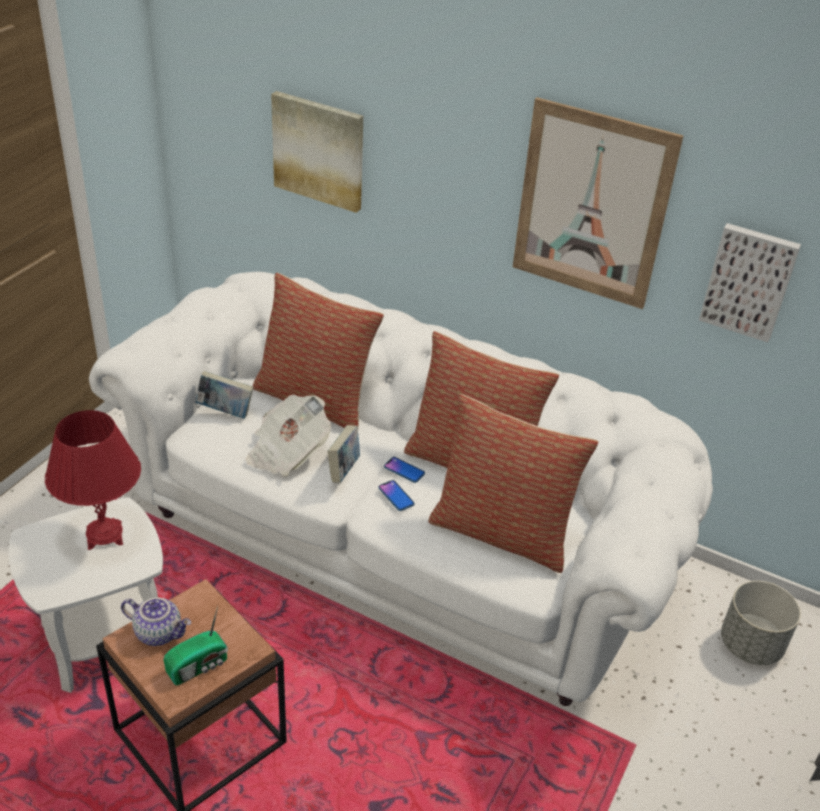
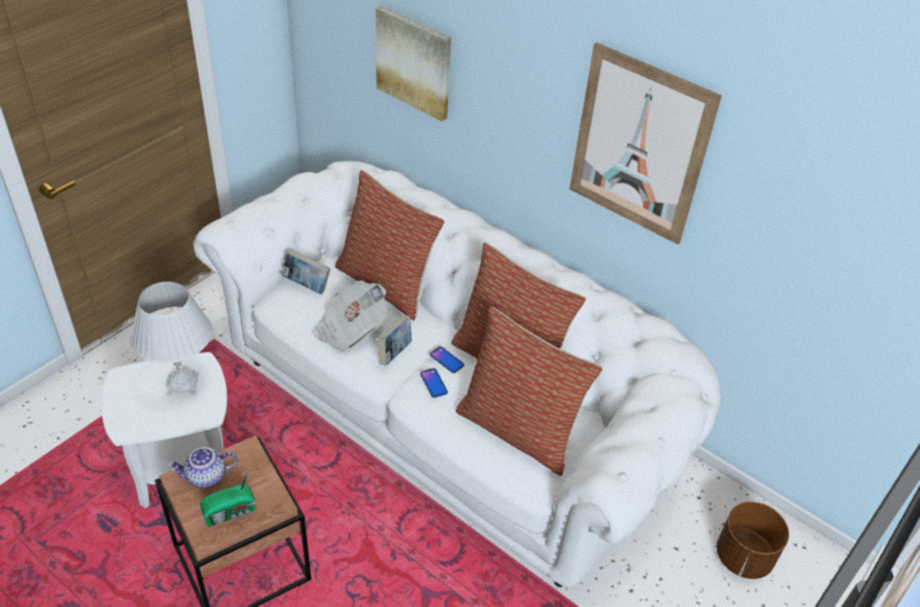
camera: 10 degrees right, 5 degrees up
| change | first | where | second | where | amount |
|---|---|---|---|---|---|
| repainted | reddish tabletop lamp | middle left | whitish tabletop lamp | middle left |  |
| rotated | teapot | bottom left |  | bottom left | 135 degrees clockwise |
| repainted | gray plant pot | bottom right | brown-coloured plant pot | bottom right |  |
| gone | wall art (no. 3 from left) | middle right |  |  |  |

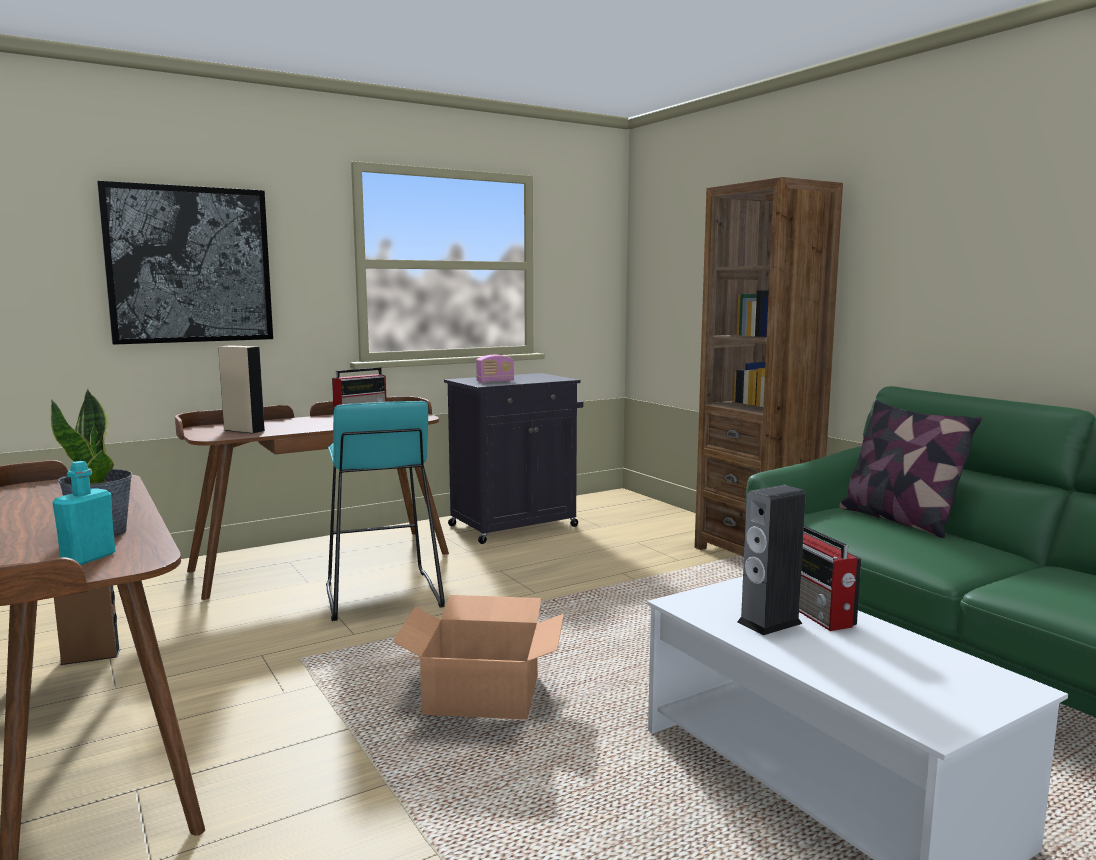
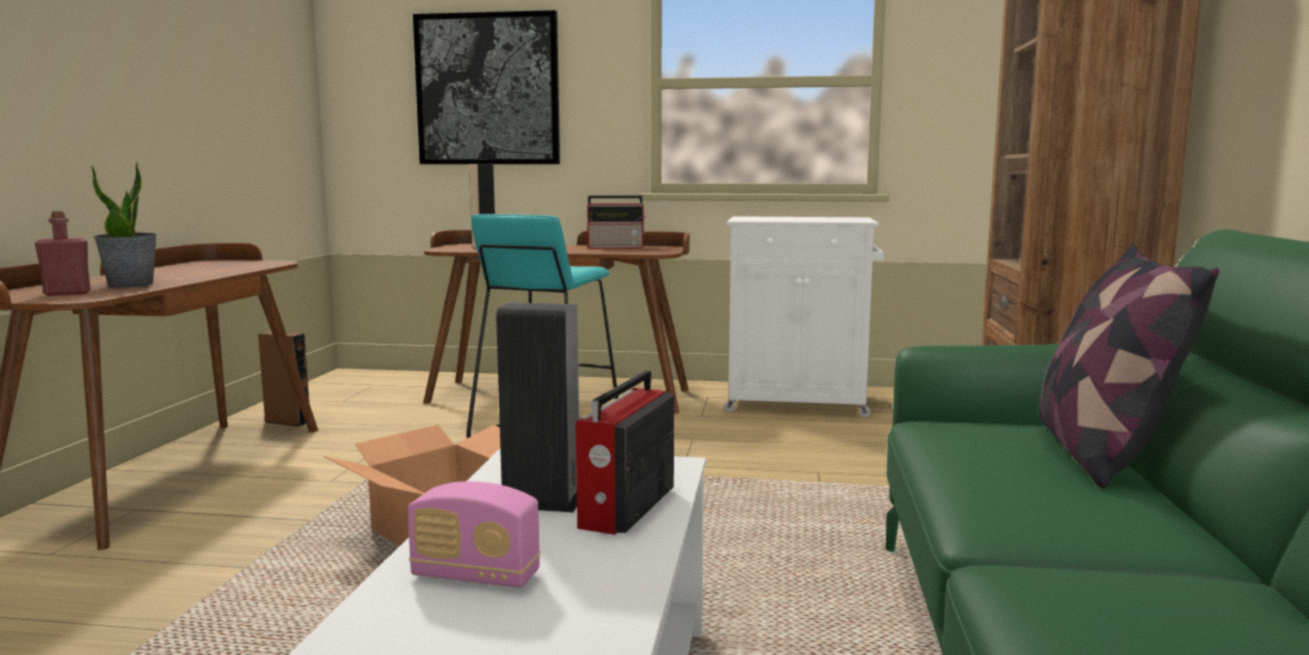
camera: 40 degrees right, 0 degrees up
| change | first | where | second | where | amount |
|---|---|---|---|---|---|
| repainted | turquoise-coloured beverage bottle | middle left | reddish beverage bottle | middle left |  |
| shifted | radio set (no. 2 from left in the first image) | centre | radio set (no. 1 from left) | bottom centre |  |
| repainted | black-coloured storage cabinet | centre | whitish storage cabinet | centre |  |

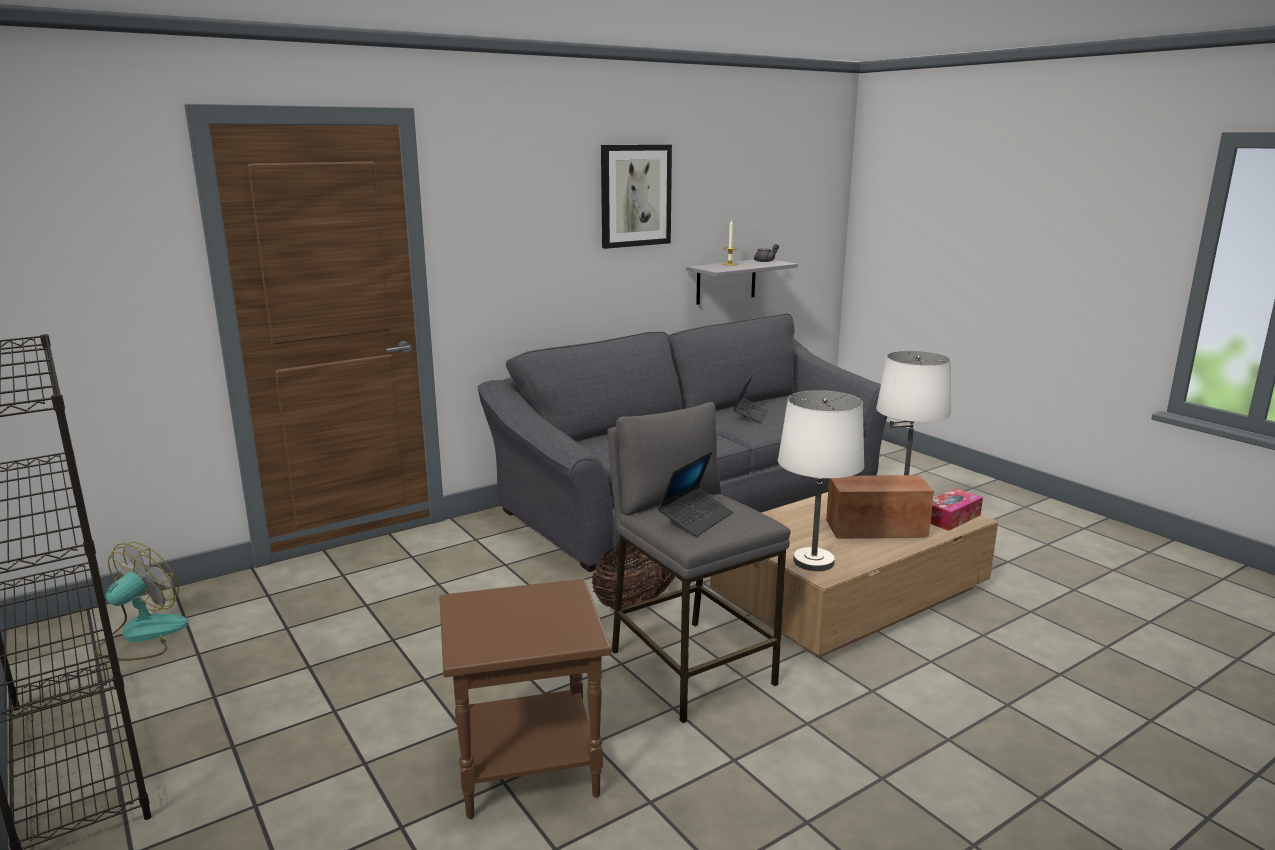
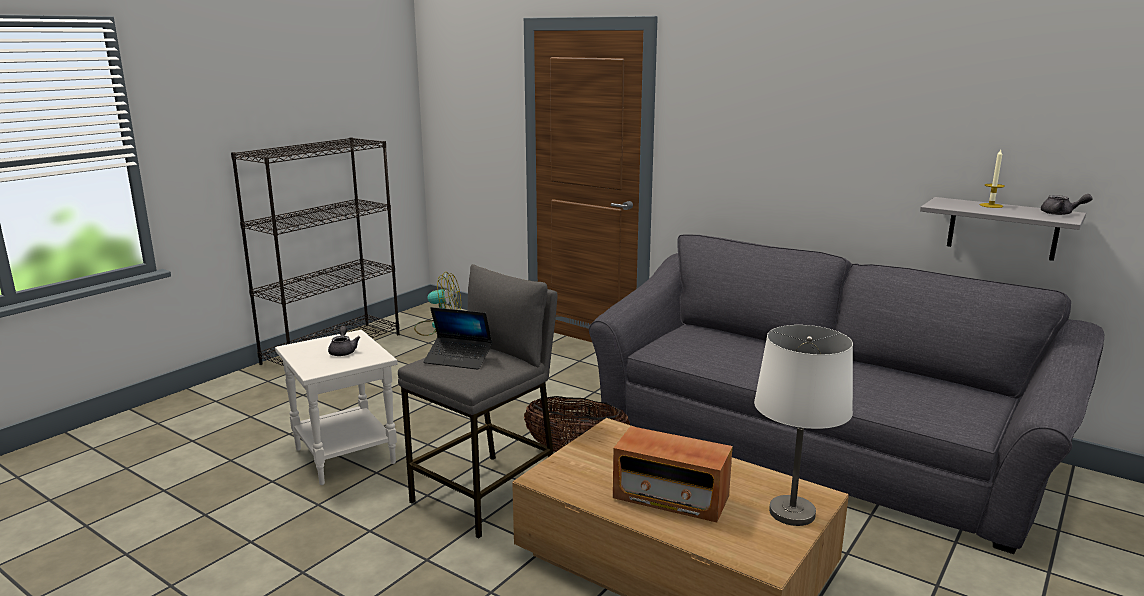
camera: 70 degrees right, 0 degrees up
| change | first | where | second | where | amount |
|---|---|---|---|---|---|
| repainted | brown-coloured end table | bottom centre | whitish end table | bottom left |  |
| new |  |  | gray teapot (no. 1 from left) | middle left |  |
| rotated | radio set | middle right |  | bottom centre | 135 degrees clockwise |
| gone | wall art | top centre |  |  |  |
| gone | notebook computer (no. 2 from left) | centre |  |  |  |
| gone | whitish tabletop lamp (no. 1 from left) | centre |  |  |  |
| gone | tissue holder | middle right |  |  |  |

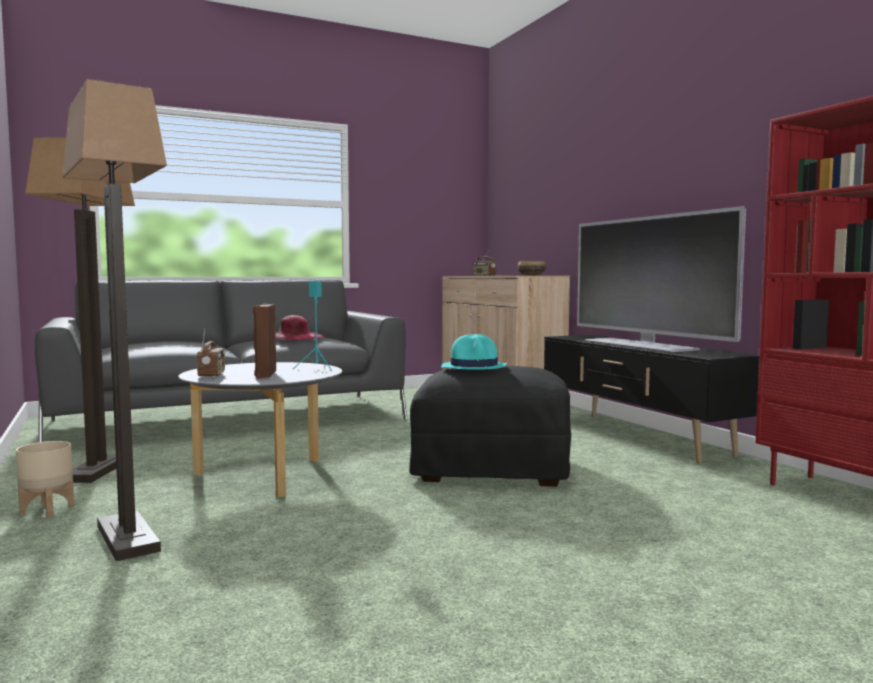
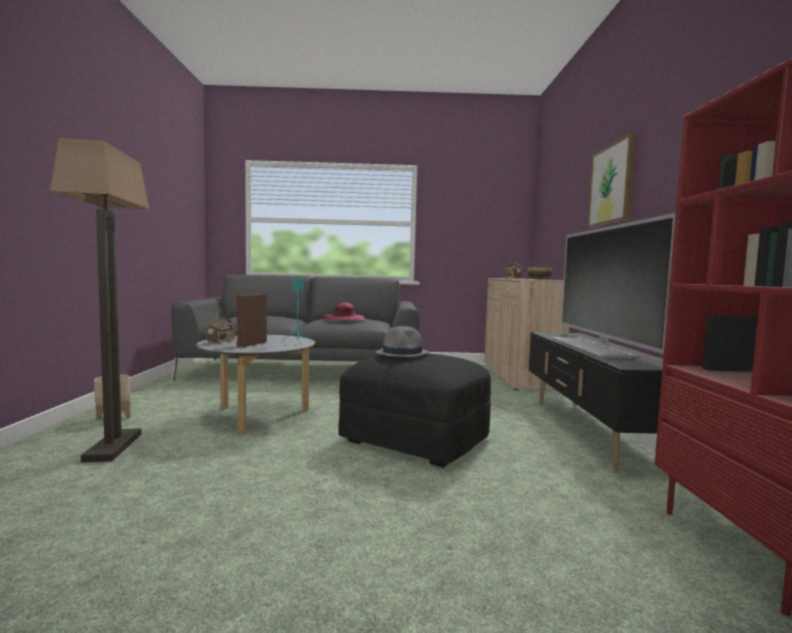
camera: 25 degrees right, 0 degrees up
| change | first | where | second | where | amount |
|---|---|---|---|---|---|
| repainted | turquoise-coloured hat | centre | gray hat | centre |  |
| new |  |  | wall art | top right |  |
| gone | standing lamp (no. 1 from left) | middle left |  |  |  |

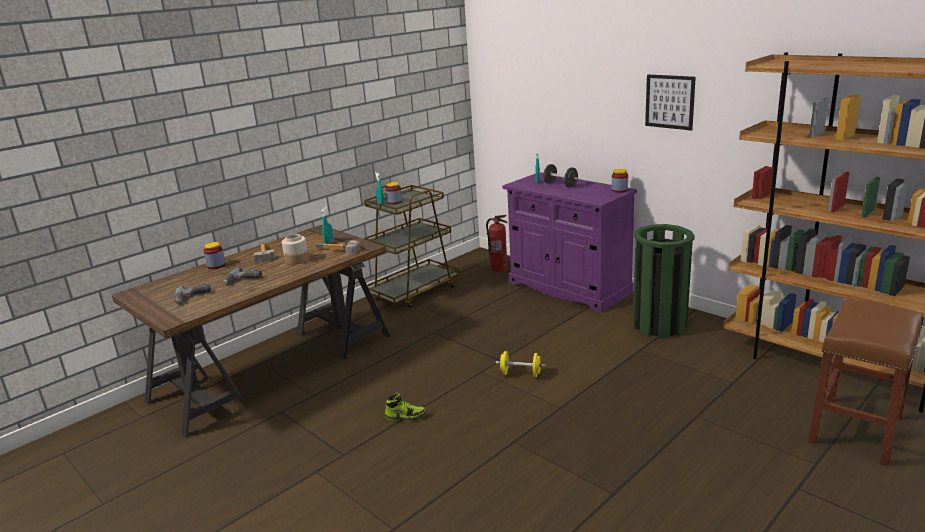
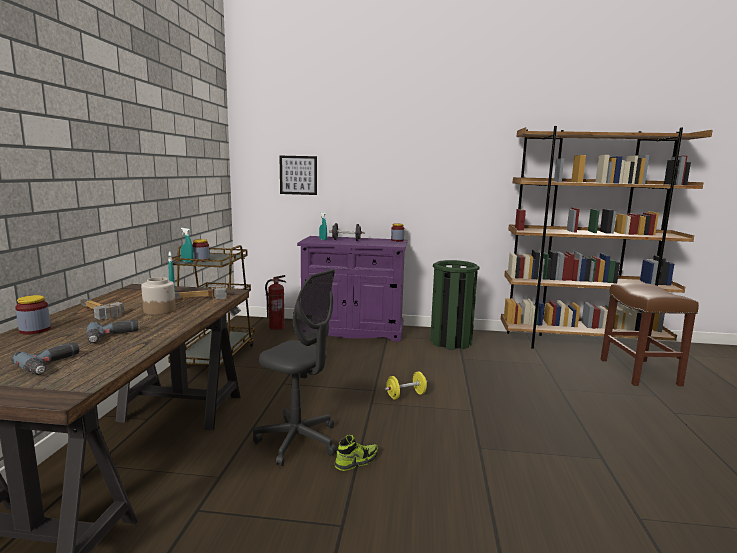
camera: 40 degrees left, 10 degrees down
| change | first | where | second | where | amount |
|---|---|---|---|---|---|
| new |  |  | gray desk chair | centre |  |
| shifted | wall art | top right |  | top centre |  |

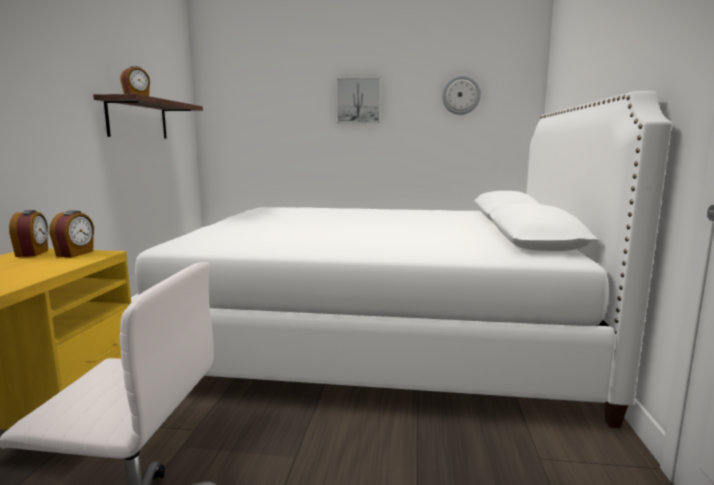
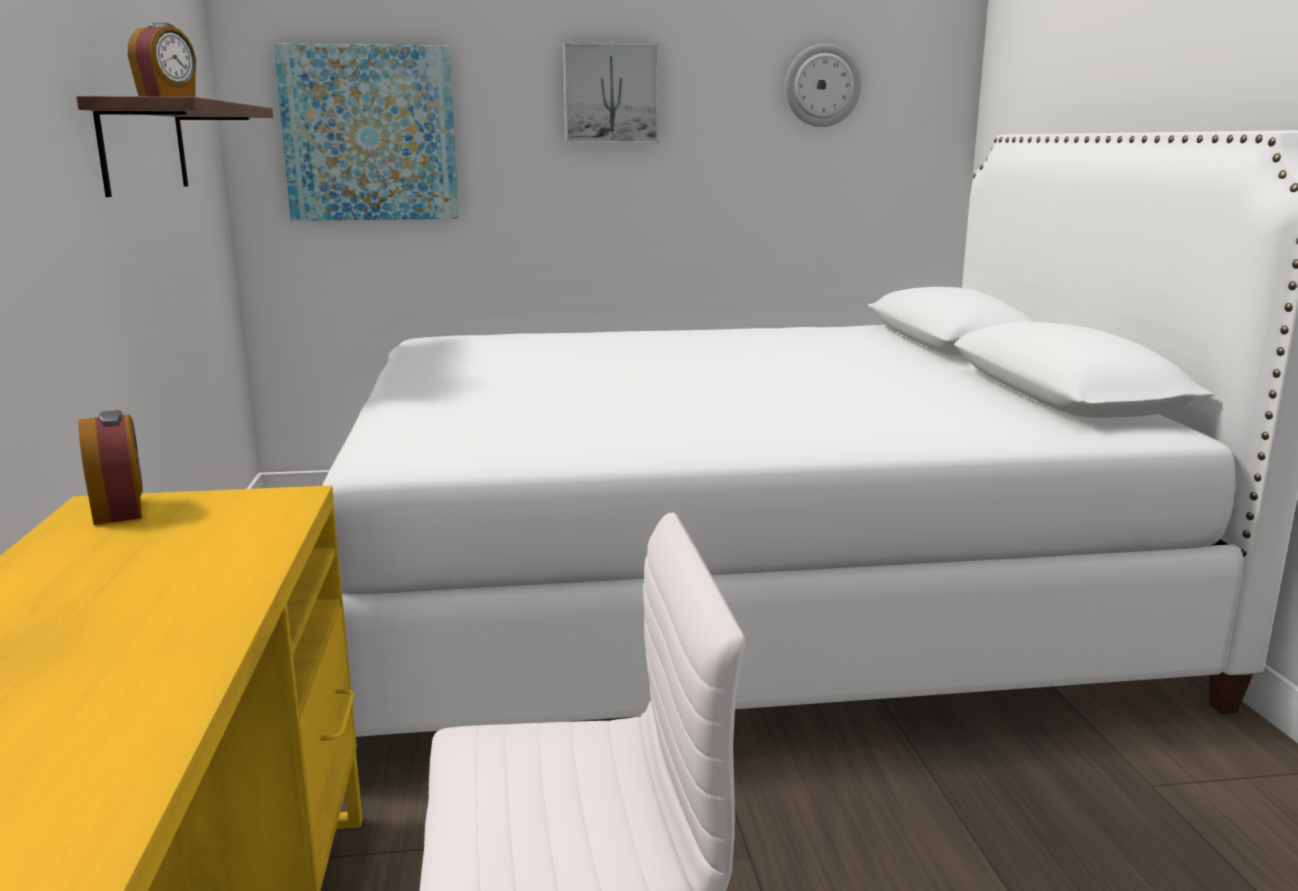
camera: 15 degrees left, 5 degrees up
| change | first | where | second | where | amount |
|---|---|---|---|---|---|
| new |  |  | wall art (no. 1 from left) | top left |  |
| gone | table clock (no. 2 from left) | middle left |  |  |  |

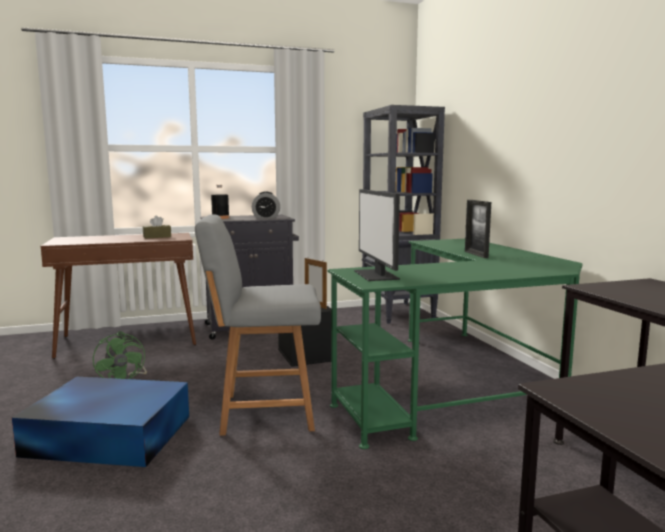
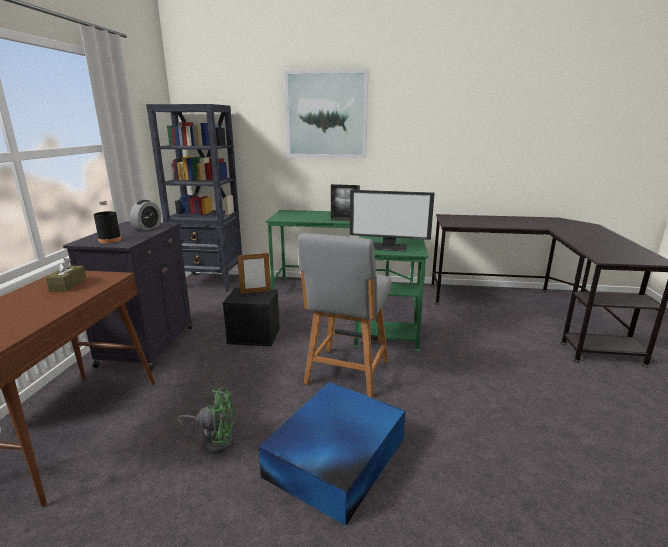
camera: 65 degrees left, 10 degrees up
| change | first | where | second | where | amount |
|---|---|---|---|---|---|
| new |  |  | wall art | top centre |  |

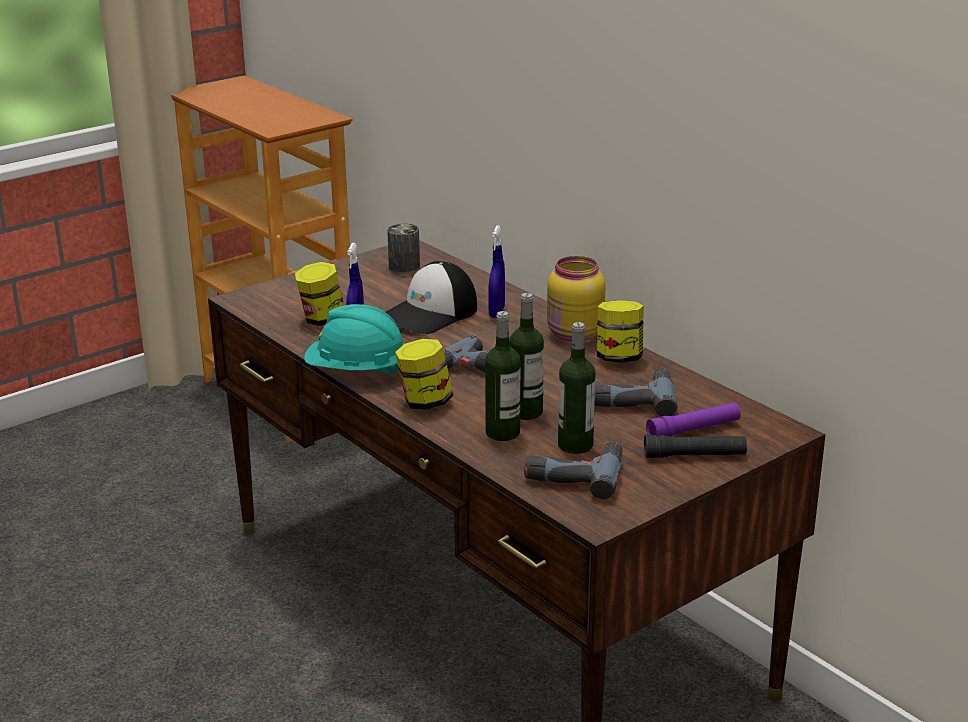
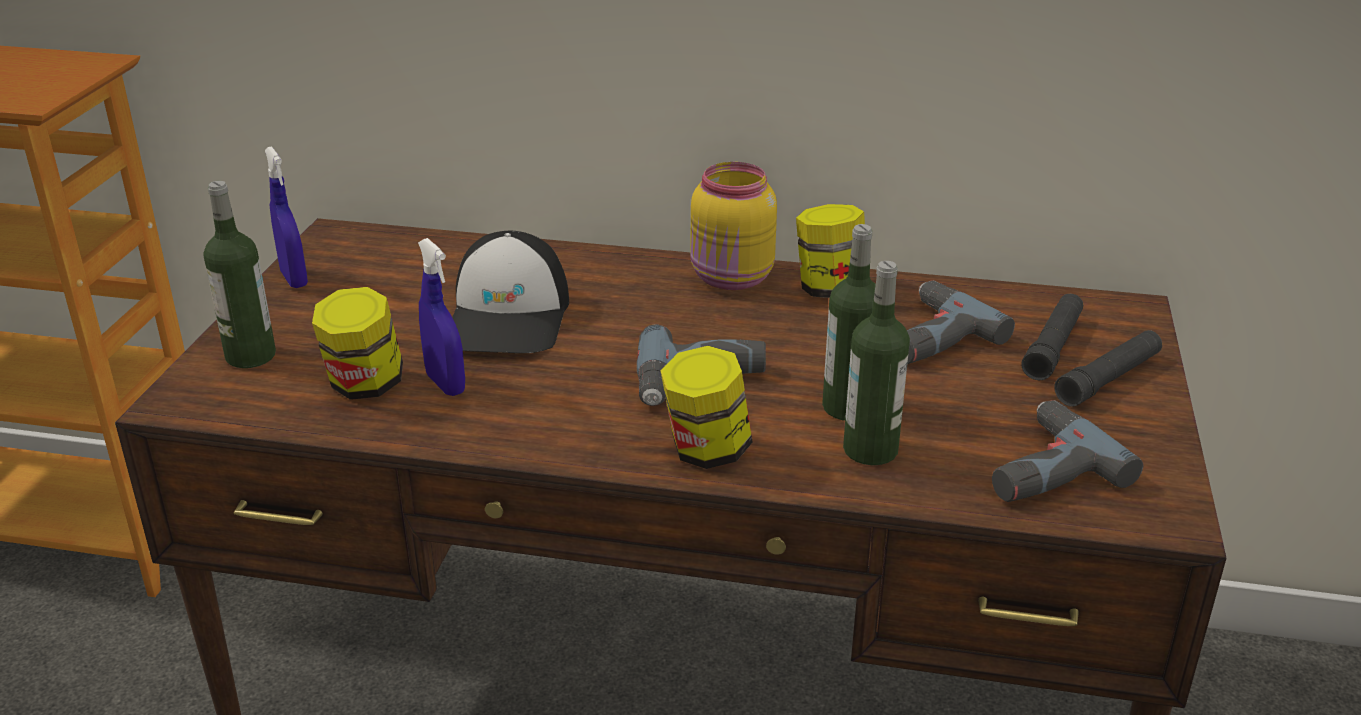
camera: 40 degrees left, 5 degrees up
| change | first | where | second | where | amount |
|---|---|---|---|---|---|
| shifted | beverage bottle (no. 3 from left in the first image) | centre | beverage bottle (no. 1 from left) | middle left |  |
| shifted | bluish hand sprayer (no. 2 from left in the first image) | centre | bluish hand sprayer (no. 1 from left) | top left |  |
| repainted | purple torch | middle right | black-coloured torch (no. 1 from left) | middle right |  |
| gone | turquoise-coloured safety helmet | centre |  |  |  |
| gone | sealed can | centre |  |  |  |

